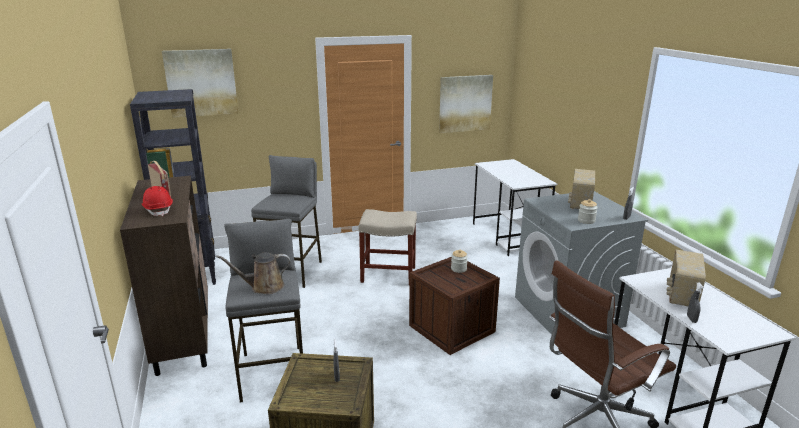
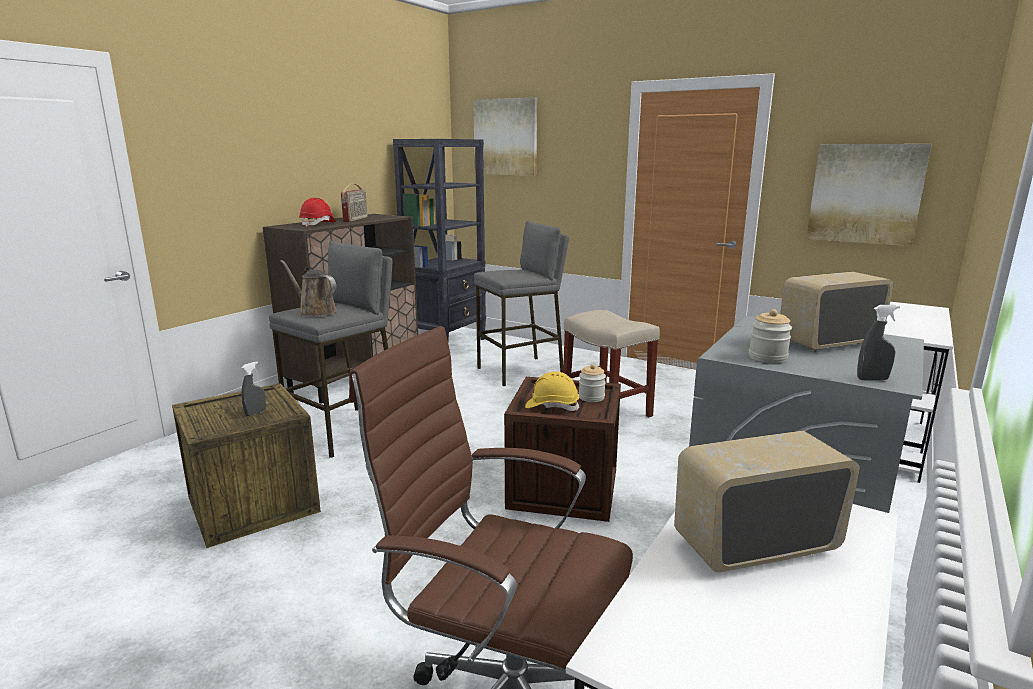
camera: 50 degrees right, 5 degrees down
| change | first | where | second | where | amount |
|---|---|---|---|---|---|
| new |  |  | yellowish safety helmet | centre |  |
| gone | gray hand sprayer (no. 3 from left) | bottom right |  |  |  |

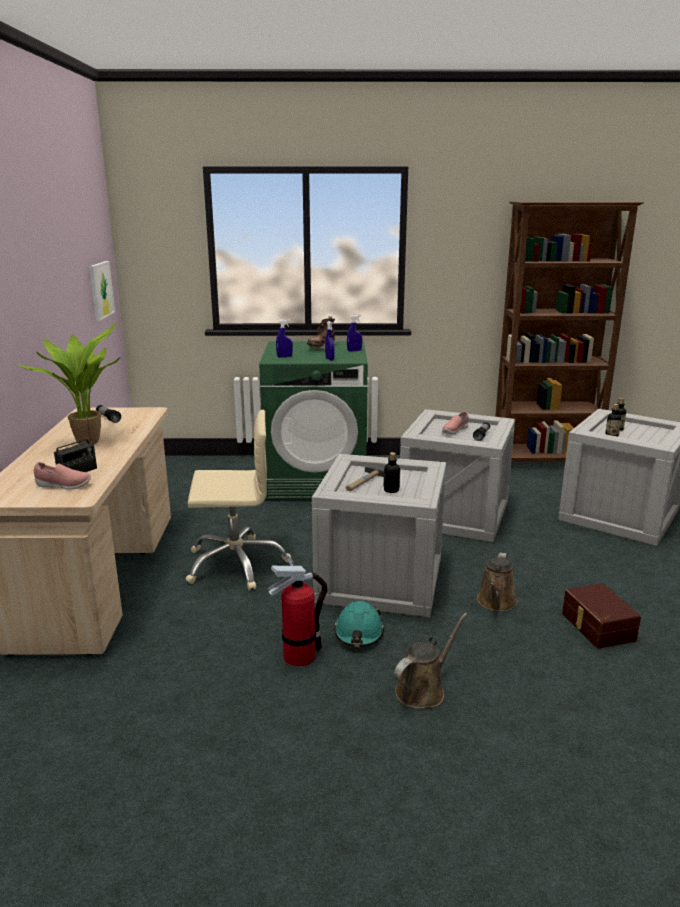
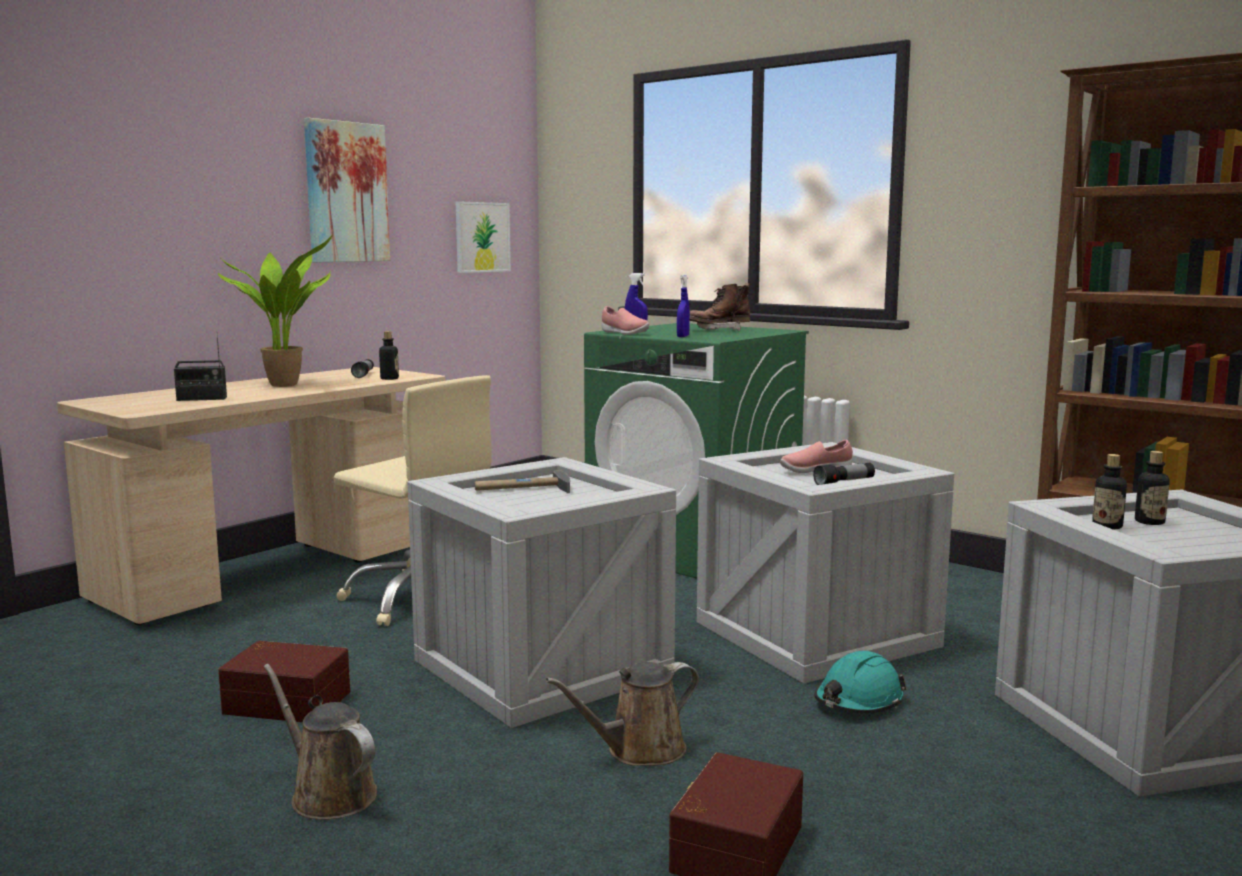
camera: 40 degrees right, 10 degrees down
| change | first | where | second | where | amount |
|---|---|---|---|---|---|
| swapped | extinguisher | bottom centre | brown-coloured storage box (no. 1 from left) | bottom left |  |
| rotated | brown-coloured watering can (no. 1 from left) | bottom centre |  | bottom left | 135 degrees counterclockwise |
| new |  |  | wall art (no. 1 from left) | top left |  |
| shifted | beverage bottle (no. 1 from left) | centre |  | middle left |  |
| shifted | pink low shoe (no. 1 from left) | middle left |  | centre |  |
| shifted | turquoise-coloured safety helmet | bottom centre |  | bottom right |  |
| gone | bluish hand sprayer (no. 3 from left) | centre |  |  |  |

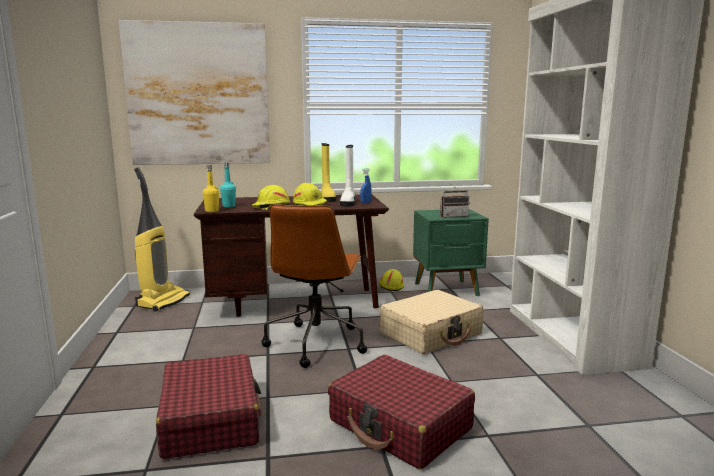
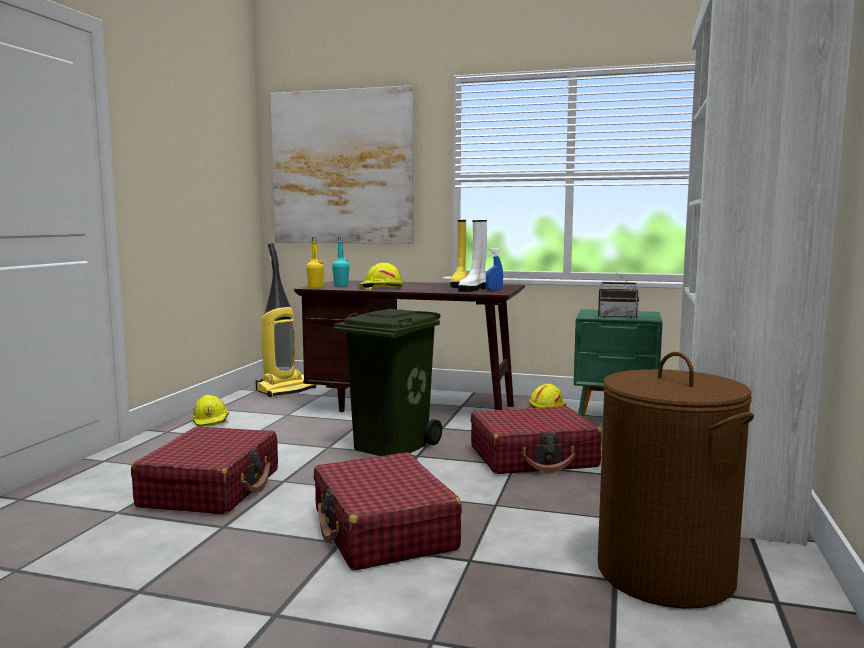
camera: 25 degrees right, 5 degrees down
| change | first | where | second | where | amount |
|---|---|---|---|---|---|
| shifted | yellowish safety helmet (no. 2 from left in the first image) | centre | yellowish safety helmet (no. 1 from left) | middle left |  |
| swapped | brown-coloured desk chair | centre | green-coloured rubbish bin | centre |  |
| repainted | beige-coloured travel case | bottom centre | reddish travel case (no. 3 from left) | bottom centre |  |
| new |  |  | brown-coloured laundry basket | bottom right |  |

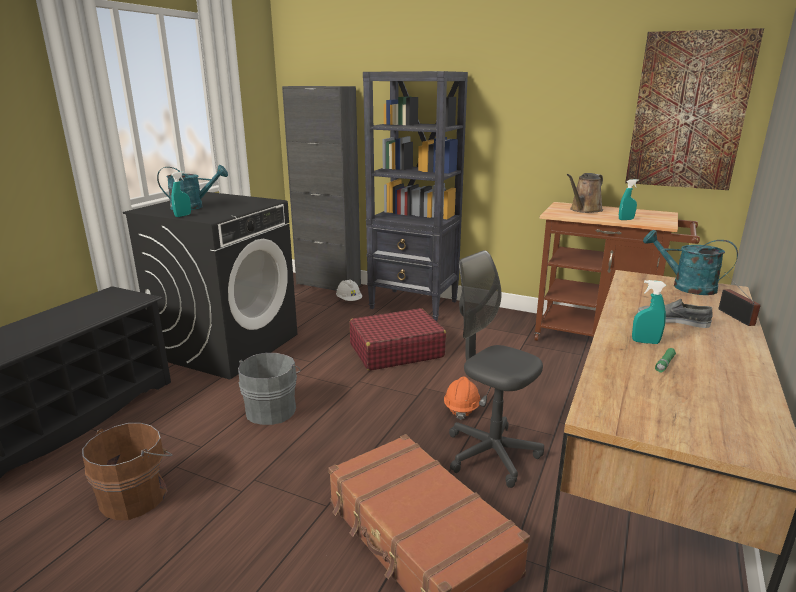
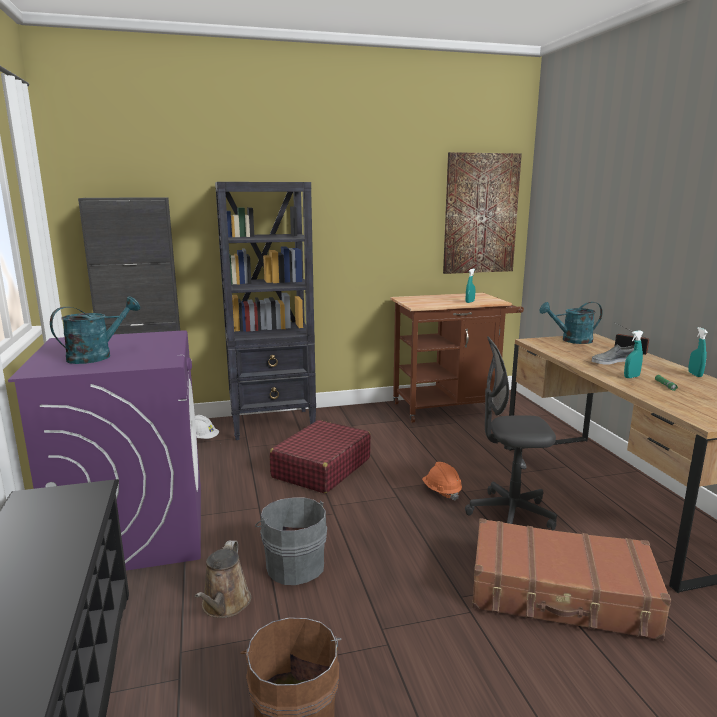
camera: 40 degrees left, 5 degrees down
| change | first | where | second | where | amount |
|---|---|---|---|---|---|
| repainted | black-coloured laundry machine | middle left | purple laundry machine | middle left |  |
| shifted | brown-coloured watering can | top right |  | bottom left |  |
| shifted | turquoise-coloured hand sprayer (no. 1 from left in the first image) | top left | turquoise-coloured hand sprayer (no. 3 from left) | middle right |  |

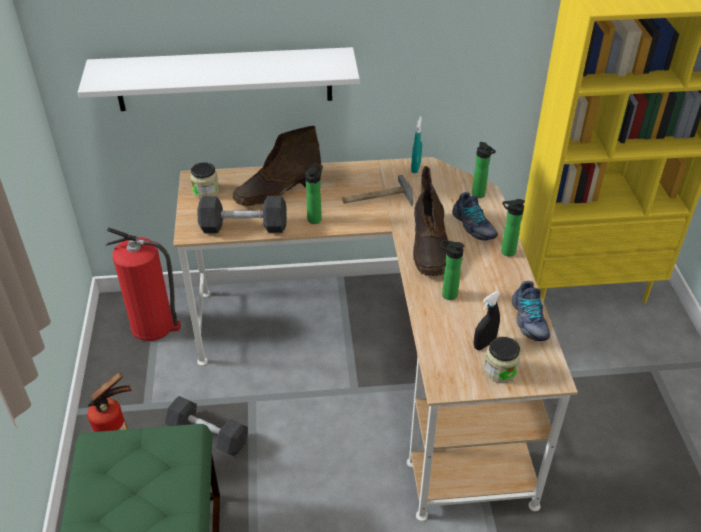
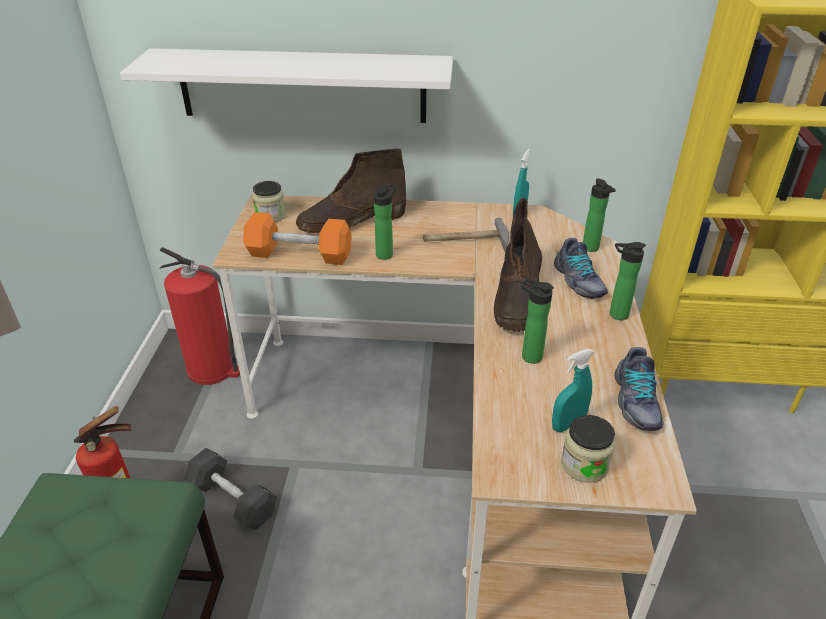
camera: 10 degrees right, 5 degrees down
| change | first | where | second | where | amount |
|---|---|---|---|---|---|
| repainted | black-coloured dumbbell (no. 2 from left) | centre | orange-coloured dumbbell | centre |  |
| repainted | black-coloured hand sprayer | middle right | turquoise-coloured hand sprayer (no. 2 from left) | middle right |  |

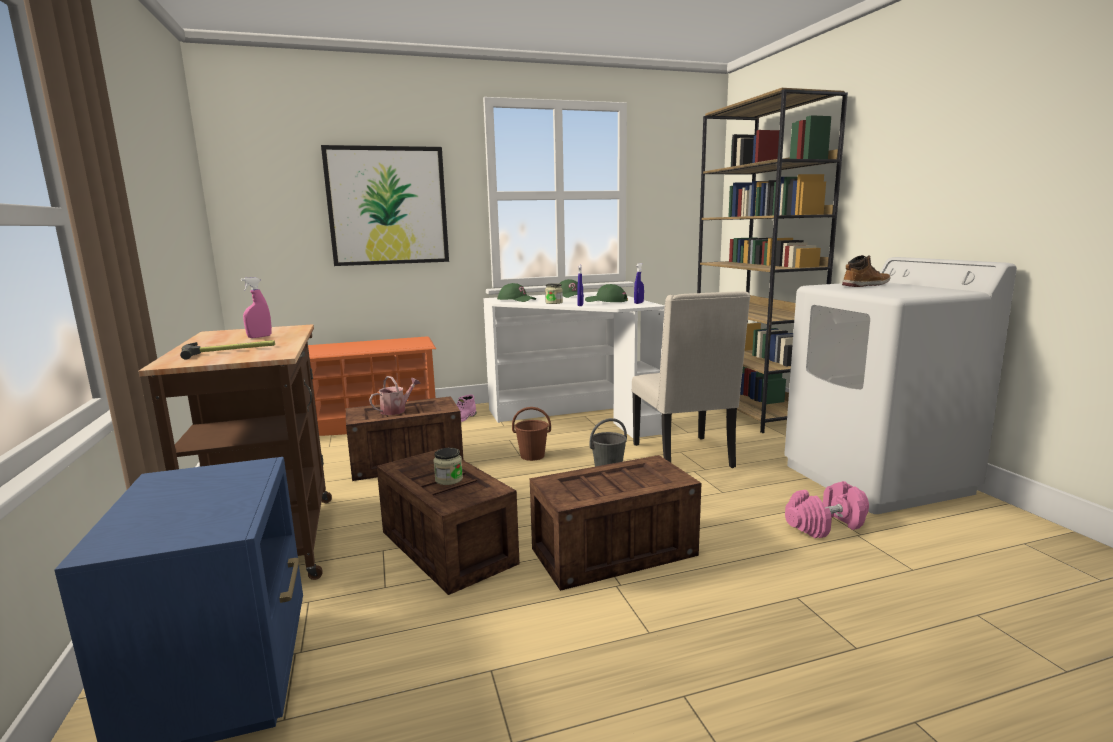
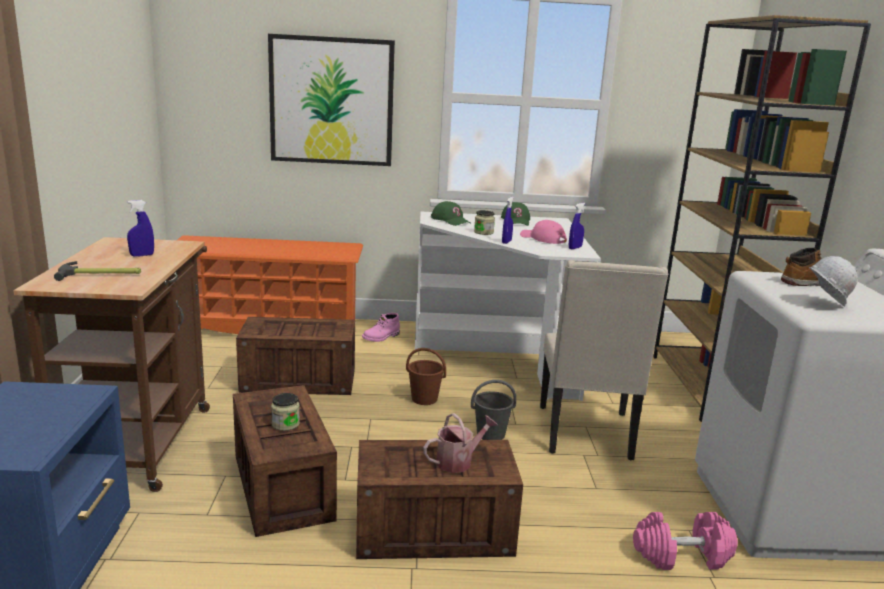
camera: 15 degrees right, 5 degrees up
| change | first | where | second | where | amount |
|---|---|---|---|---|---|
| repainted | pink hand sprayer | middle left | bluish hand sprayer (no. 1 from left) | middle left |  |
| shifted | watering can | centre |  | bottom centre |  |
| repainted | green-coloured cap (no. 3 from left) | centre | pink cap | centre |  |
| new |  |  | whitish safety helmet | middle right |  |

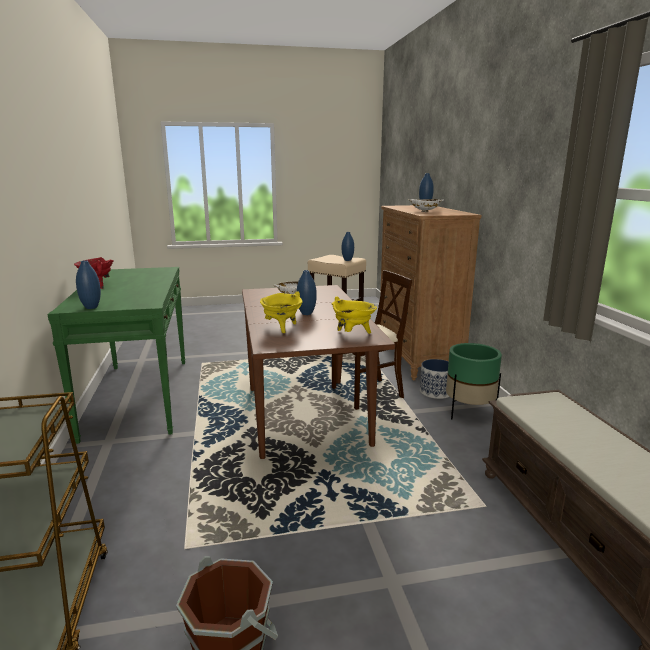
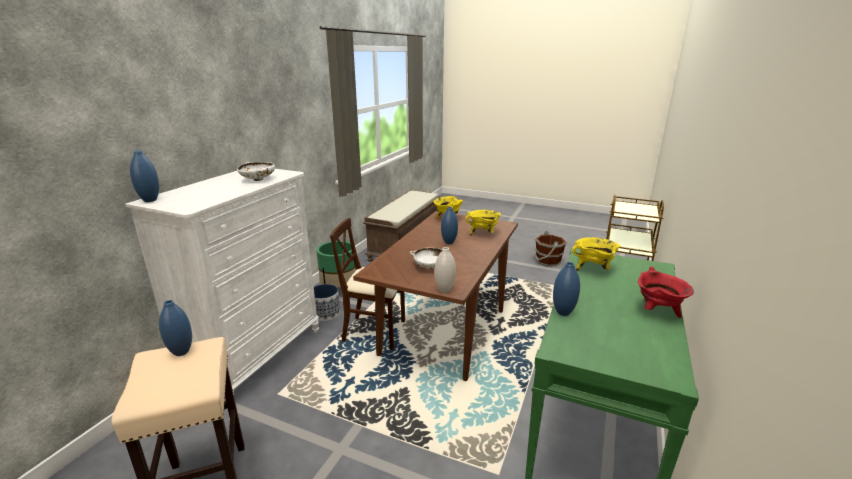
camera: 145 degrees left, 5 degrees up
| change | first | where | second | where | amount |
|---|---|---|---|---|---|
| repainted | brown-coloured drawer chest | centre | whitish drawer chest | middle left |  |
| new |  |  | whitish vase | centre |  |
| shifted | bluish vase (no. 1 from left in the first image) | middle left | bluish vase (no. 4 from left) | centre |  |
| new |  |  | yellowish stockpot (no. 3 from left) | middle right |  |

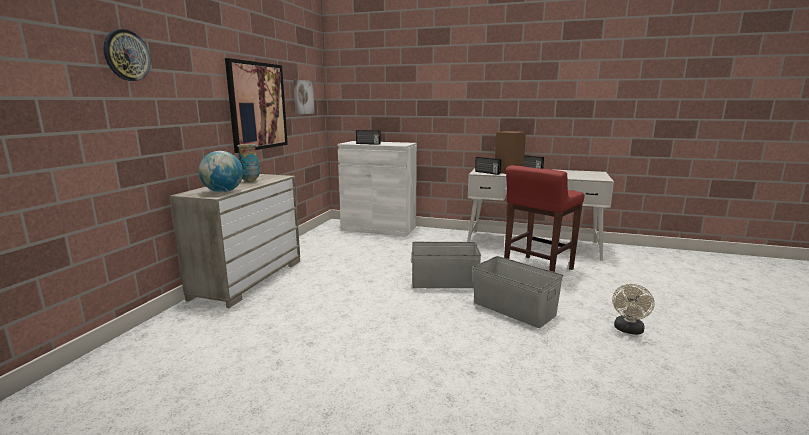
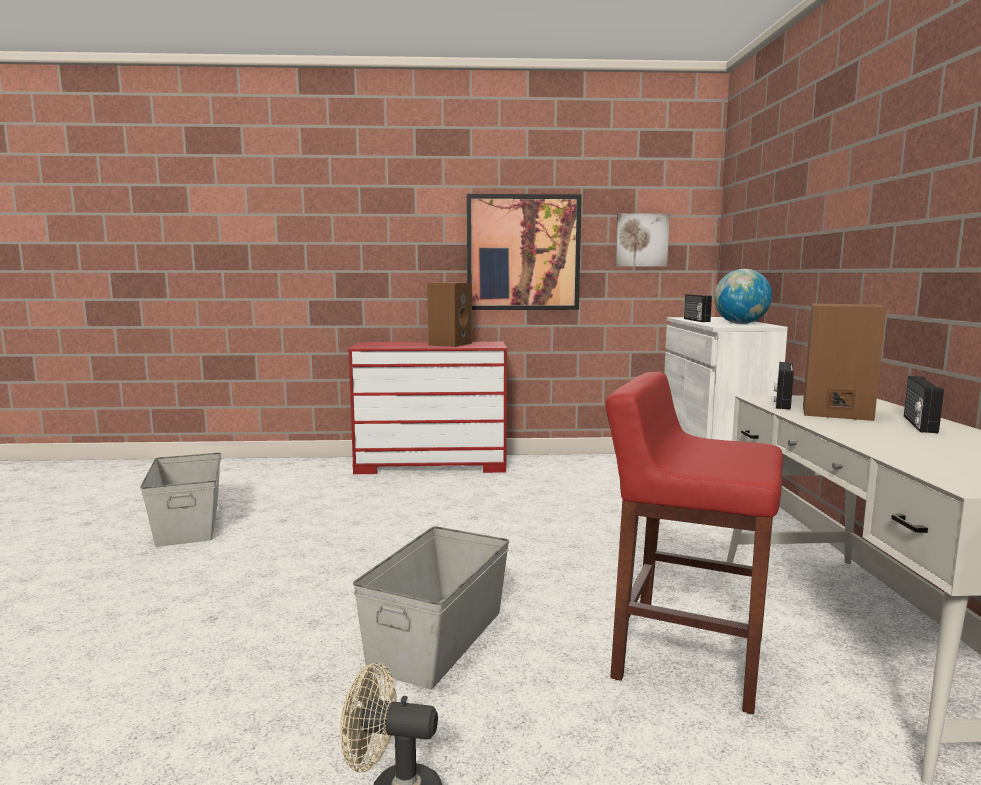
camera: 70 degrees right, 5 degrees down
| change | first | where | second | where | amount |
|---|---|---|---|---|---|
| shifted | gray storage box (no. 1 from left) | centre |  | middle left |  |
| repainted | beige-coloured drawer chest | middle left | reddish drawer chest | centre |  |
| swapped | vase | middle left | brown-coloured speaker (no. 1 from left) | centre |  |
| shifted | world globe | middle left |  | middle right |  |
| gone | wall clock | top left |  |  |  |

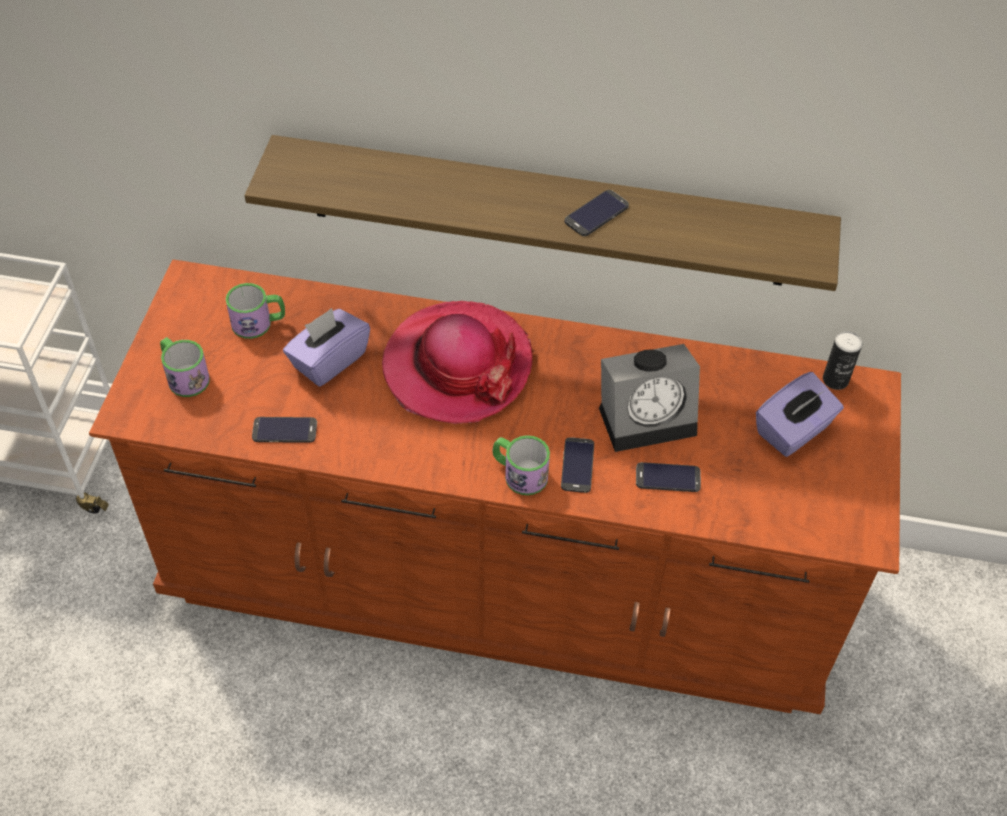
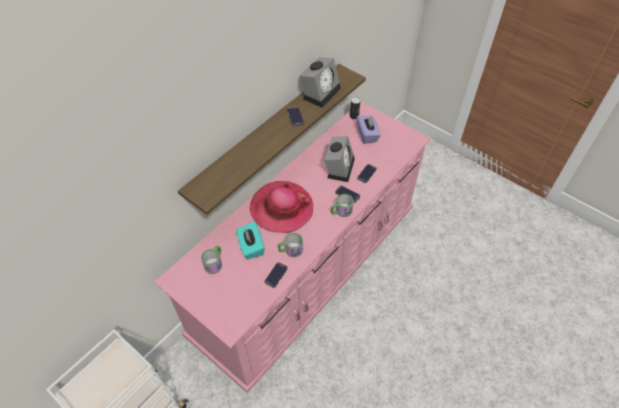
camera: 60 degrees left, 0 degrees up
| change | first | where | second | where | amount |
|---|---|---|---|---|---|
| repainted | brown-coloured drawer chest | centre | pink drawer chest | centre |  |
| repainted | purple tissue holder (no. 1 from left) | middle left | turquoise-coloured tissue holder | centre |  |
| shifted | coffee mug (no. 1 from left in the first image) | middle left | coffee mug (no. 2 from left) | centre |  |
| new |  |  | table clock (no. 1 from left) | top centre |  |

